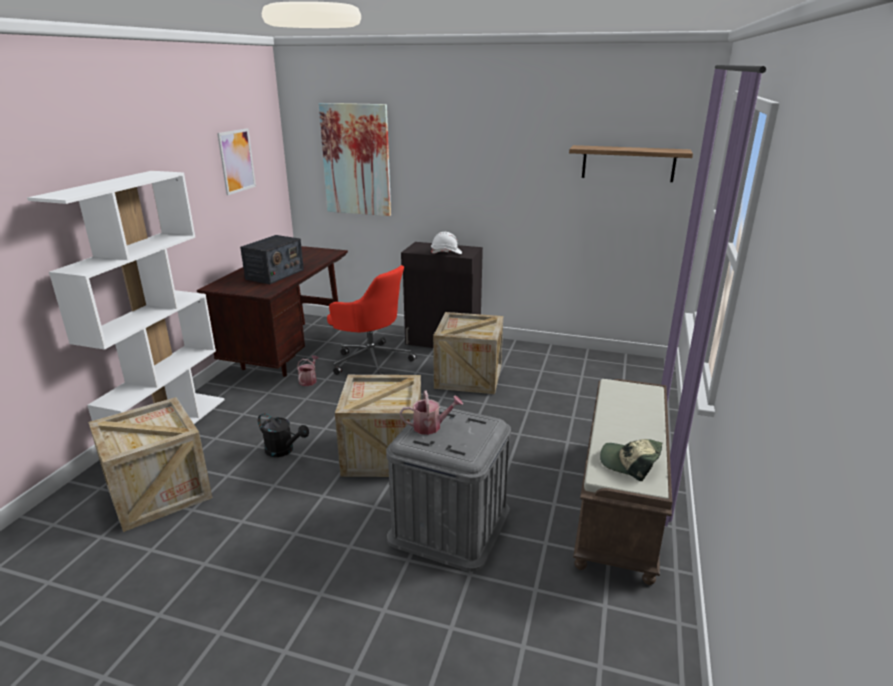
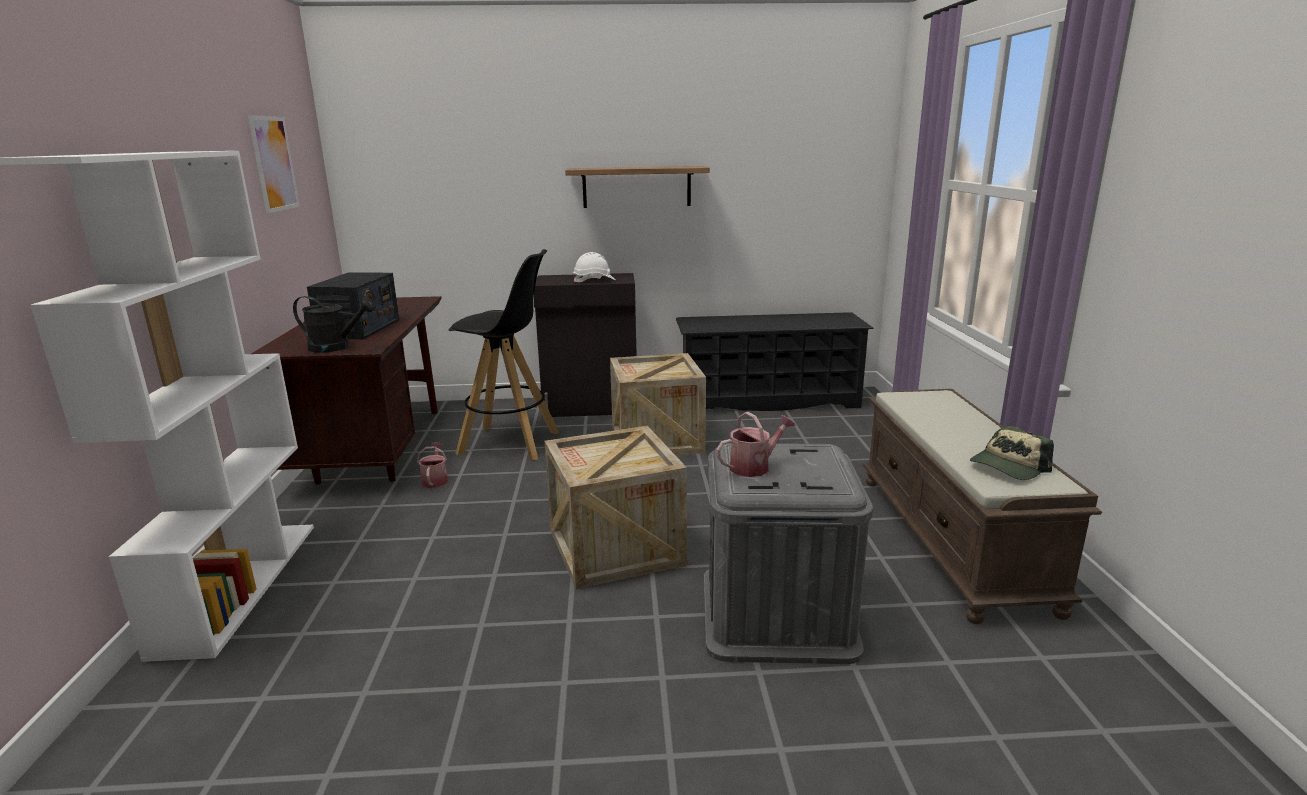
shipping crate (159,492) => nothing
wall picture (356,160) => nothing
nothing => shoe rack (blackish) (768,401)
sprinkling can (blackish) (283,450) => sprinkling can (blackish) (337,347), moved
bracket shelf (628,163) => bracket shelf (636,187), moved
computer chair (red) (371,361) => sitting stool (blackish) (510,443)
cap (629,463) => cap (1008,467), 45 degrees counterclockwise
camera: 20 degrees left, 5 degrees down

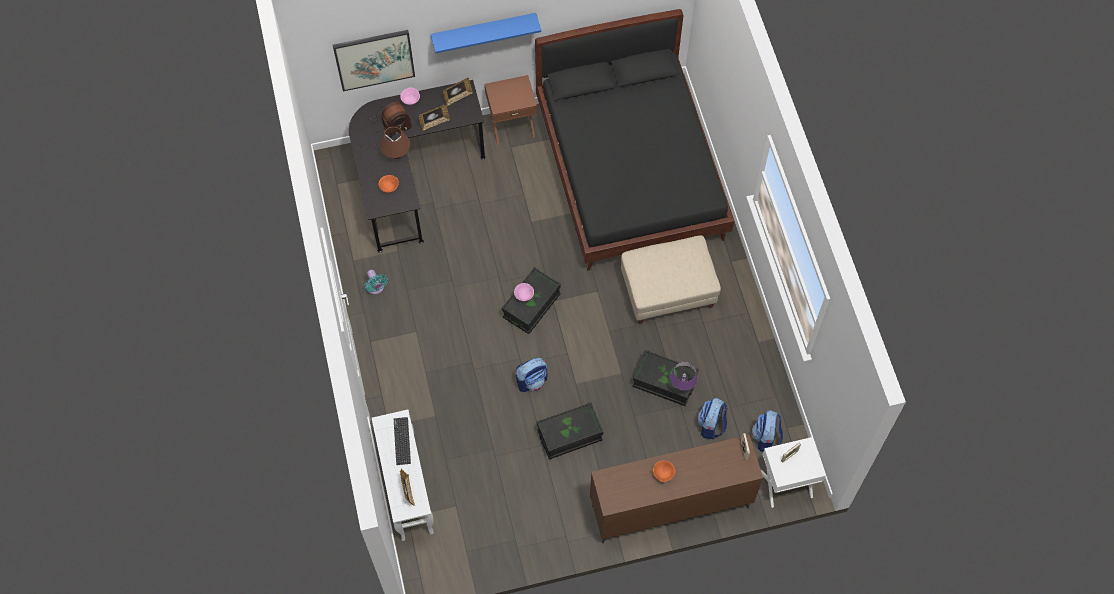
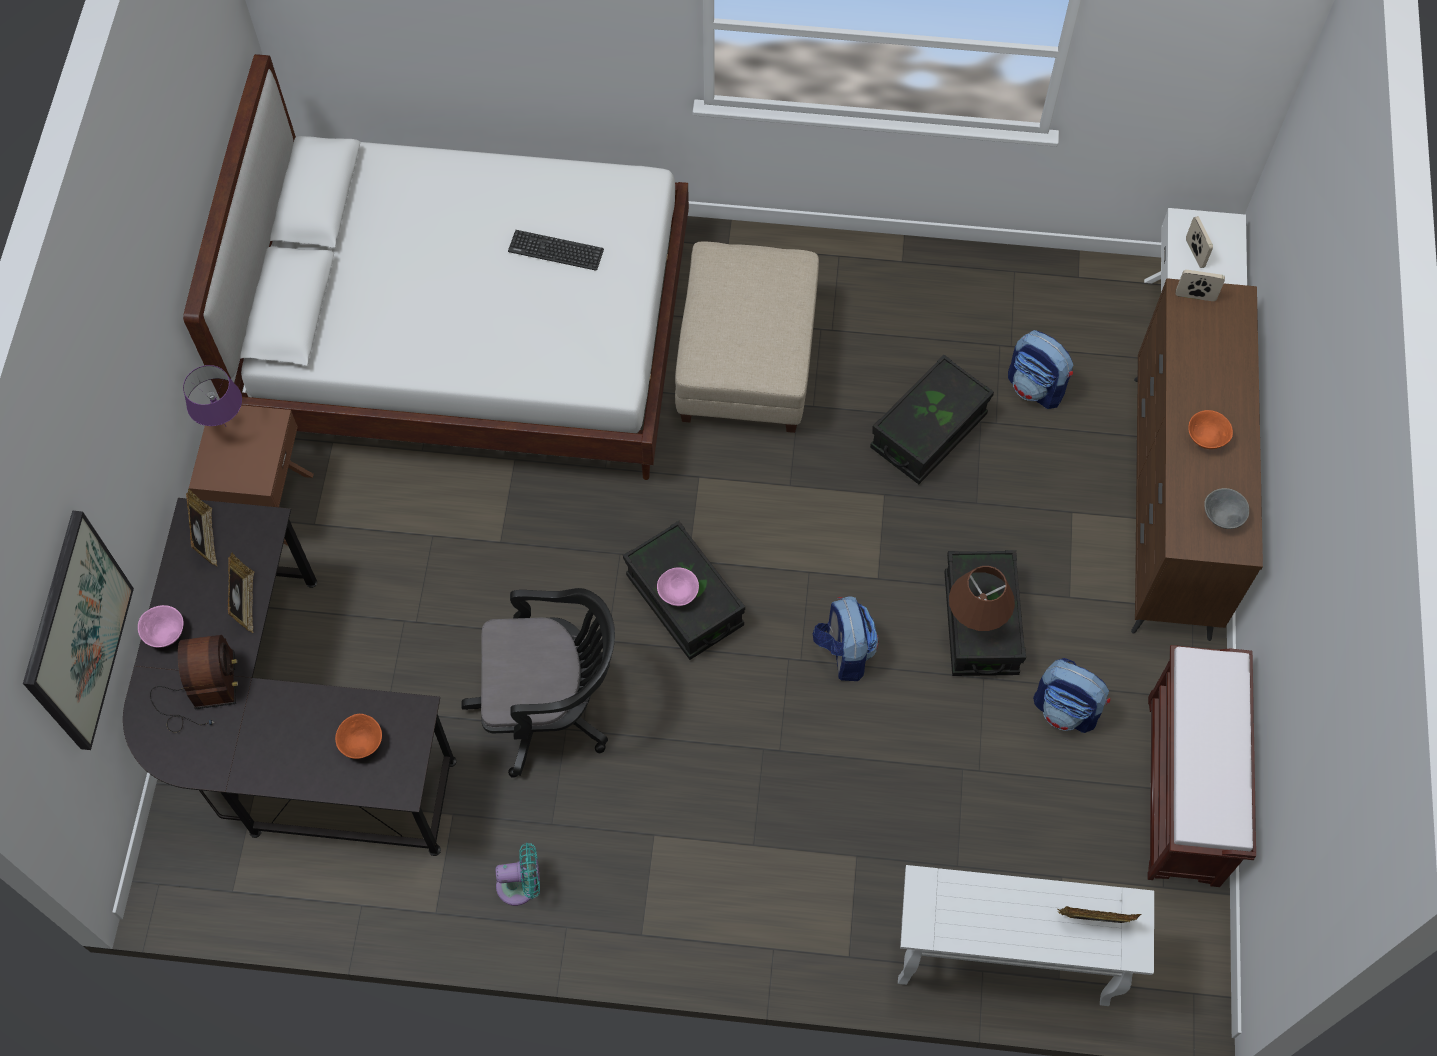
bracket shelf (bluish) (484,30) => nothing
nothing => computer chair (blackish) (551,706)
nothing => long seat (brown) (1184,791)
nothing => deep dish (greyish) (1221,518)
lamp for a table (brown) (396,155) => lamp for a table (brown) (976,617), moved
keyboard (402,441) => keyboard (556,250), moved
lamp for a table (purplish) (682,387) => lamp for a table (purplish) (226,427), moved
knapsack (766,438) => knapsack (1066,709), moved
bedroom bed (blackish) (631,172) => bedroom bed (white) (471,337)
camera: 70 degrees left, 0 degrees up

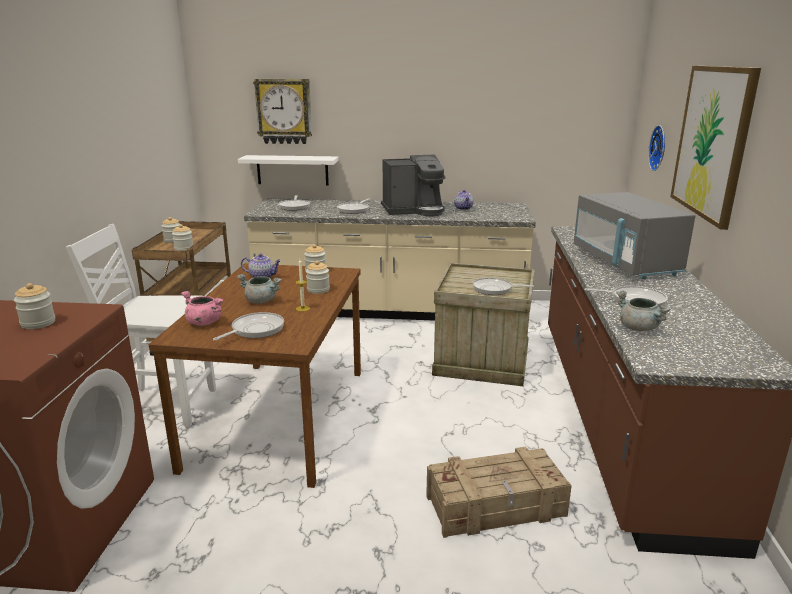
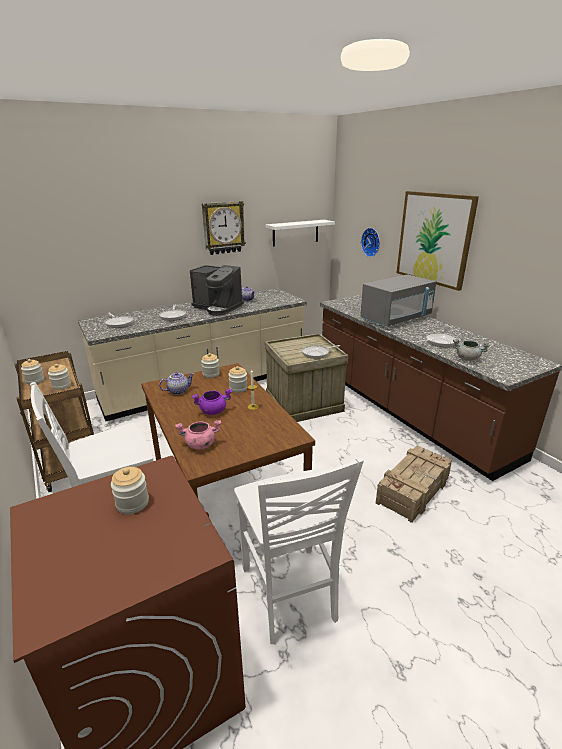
skillet (255,330) => nothing
nothing => chair (white) (289,594)
bracket shelf (white) (292,170) => bracket shelf (white) (295,232), moved
clock on the wall (284,111) => clock on the wall (223,228), moved
cooking pot (greyish) (261,301) => cooking pot (purplish) (213,411)
coffee machine (414,210) => coffee machine (218,308), 75 degrees clockwise
microwave oven (greyish) (624,262) => microwave oven (greyish) (396,319), 75 degrees counterclockwise
camera: 35 degrees left, 5 degrees up

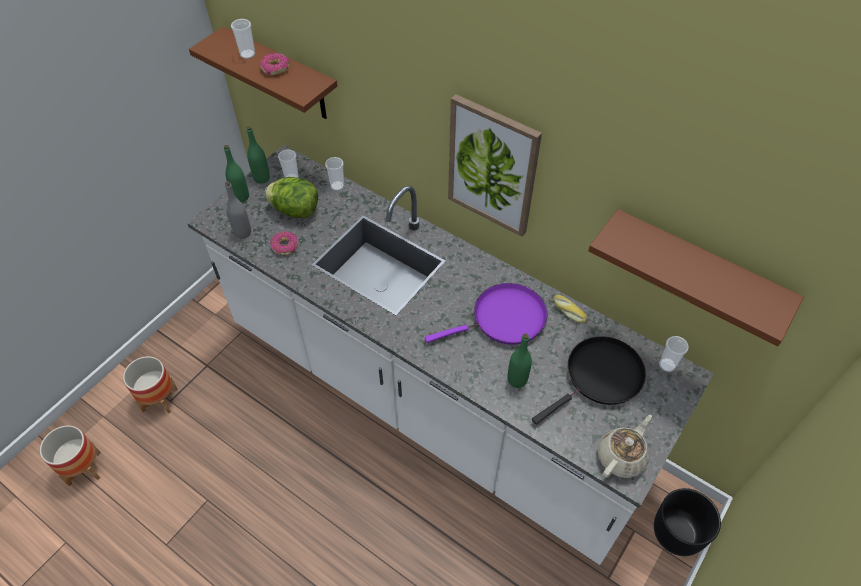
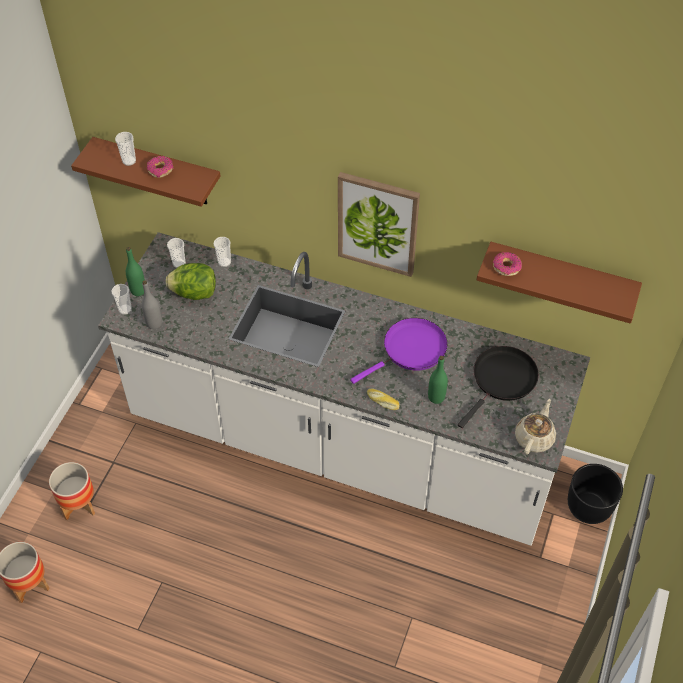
beverage bottle (green-coloured) (262,178) => nothing
doughnut (285,246) => doughnut (506,267), moved
bread (568,311) => bread (382,402), moved
small cup (667,365) => small cup (125,309), moved
camera: 15 degrees left, 0 degrees up

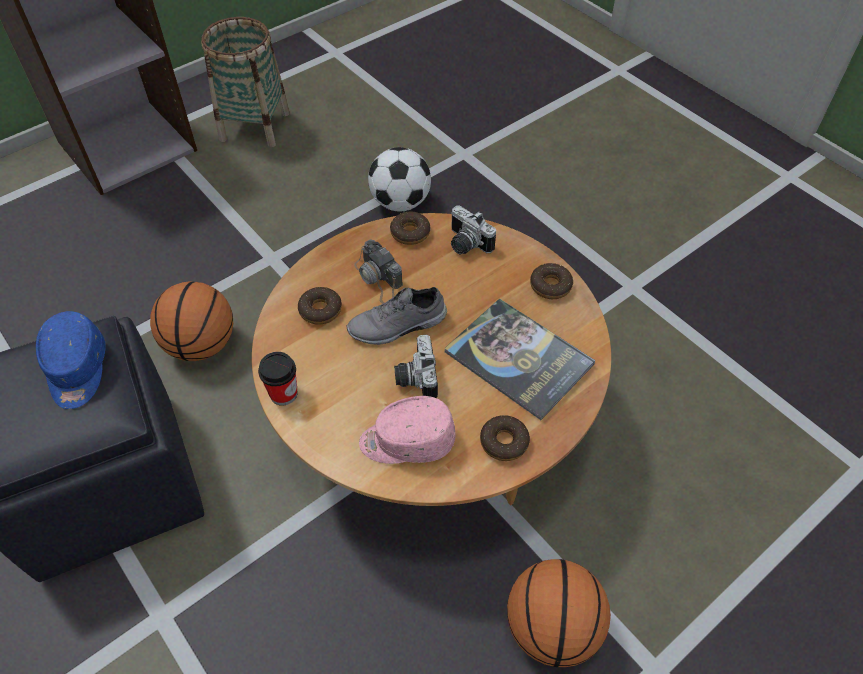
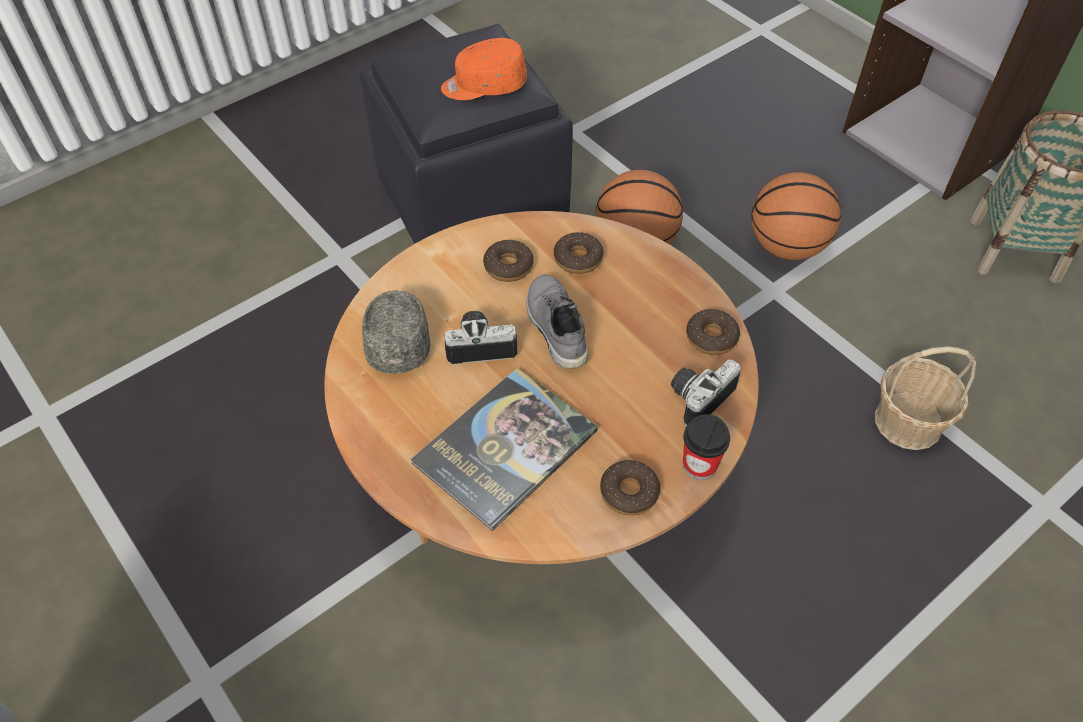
still camera (379,279) => nothing
small cup (283,393) => small cup (699,465), moved
doughnut (504,442) => doughnut (508,266), moved
ball for basketball (551,627) => ball for basketball (787,246), moved
football (400,202) => household basket (908,422)
cap (bluish) (77,370) => cap (orange) (484,86)
cap (pinkish) (407,441) => cap (greyish) (398,338)
camera: 90 degrees right, 0 degrees up

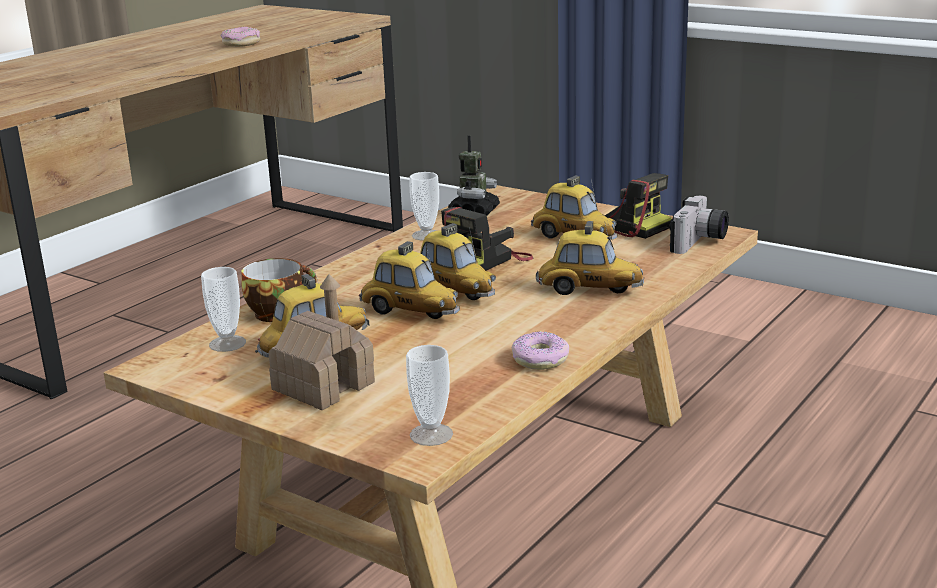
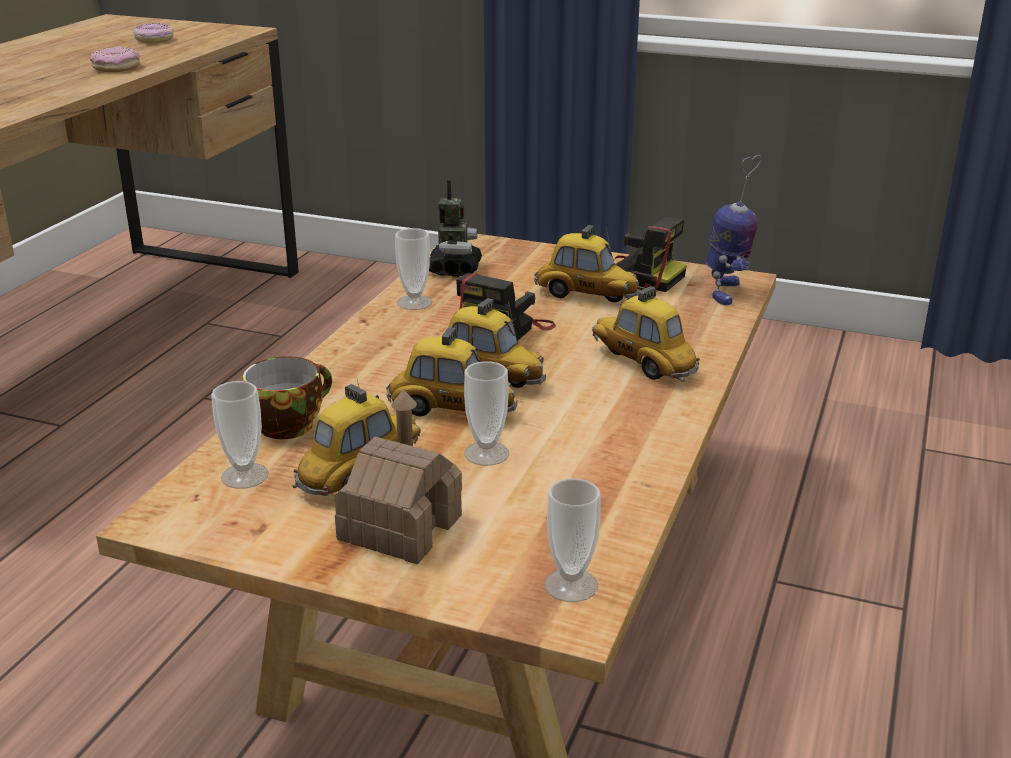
nothing => small cup (486,453)
doughnut (540,359) => doughnut (154,40), moved
still camera (700,242) => toy robot (726,293)
model car (589,290) => model car (642,364), 135 degrees counterclockwise
camera: 15 degrees left, 5 degrees up

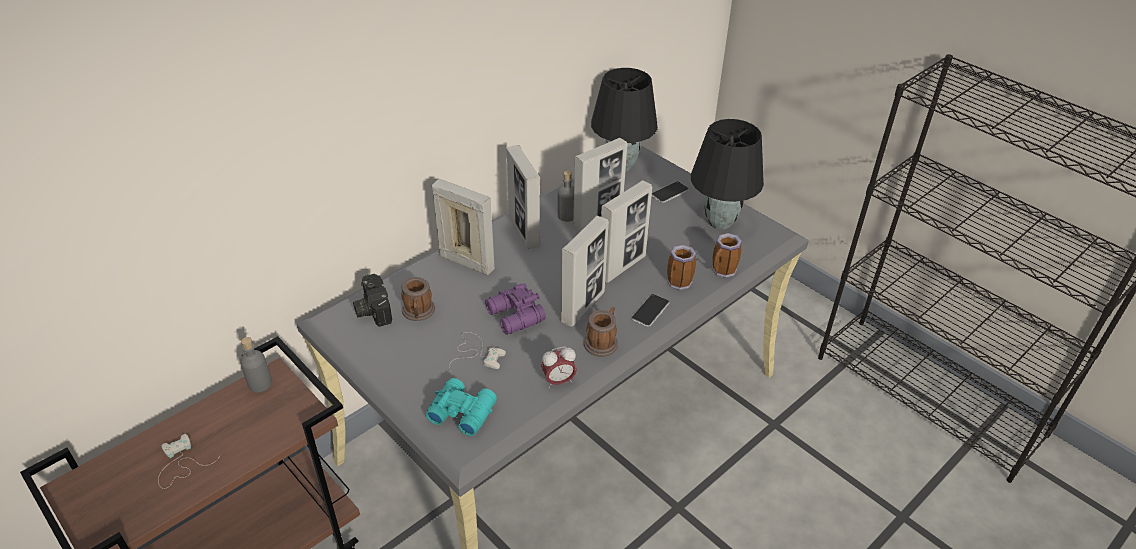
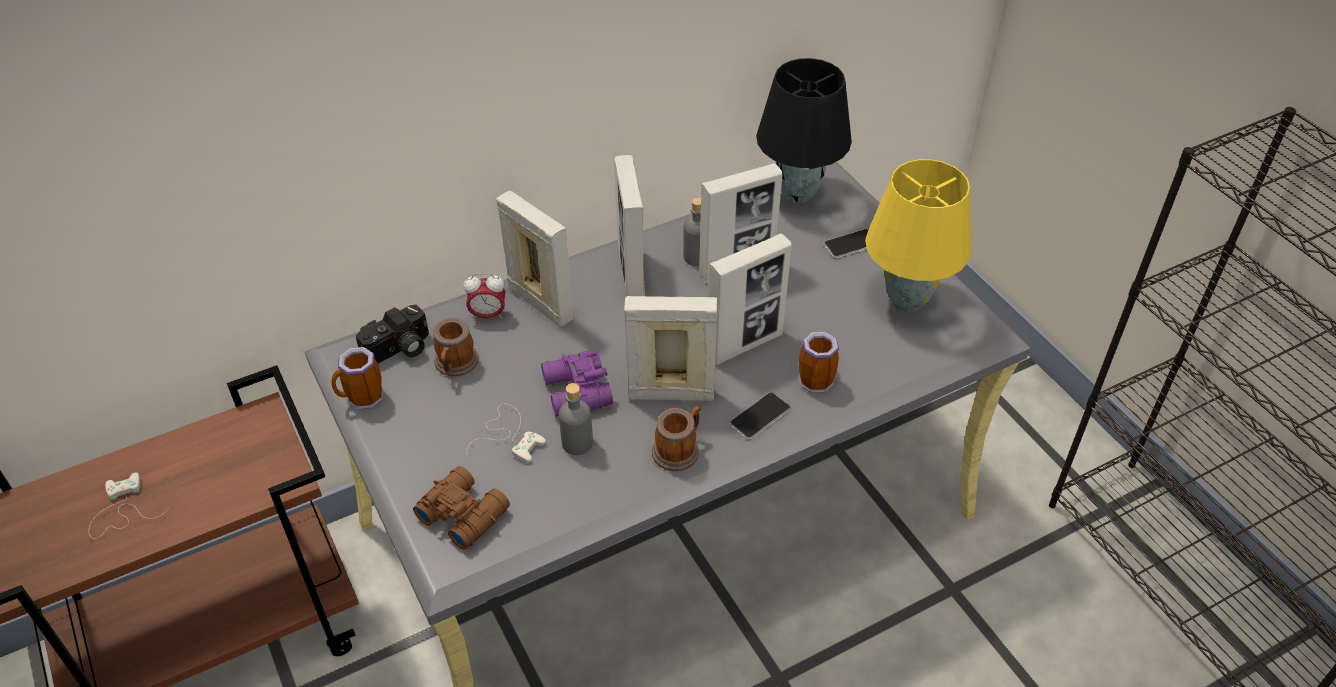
beverage bottle (greyish) (260,384) => beverage bottle (greyish) (577,443), moved
alarm clock (558,381) => alarm clock (488,315), moved
coffee mug (723,272) => coffee mug (363,399), moved
pair of binoculars (turquoise) (461,411) => pair of binoculars (brown) (463,512)
lamp for a table (blackish) (719,222) => lamp for a table (yellow) (906,300)
still camera (372,309) => still camera (399,350), 120 degrees counterclockwise
photo frame (583,307) => photo frame (670,394), 135 degrees counterclockwise
camera: 15 degrees right, 5 degrees up

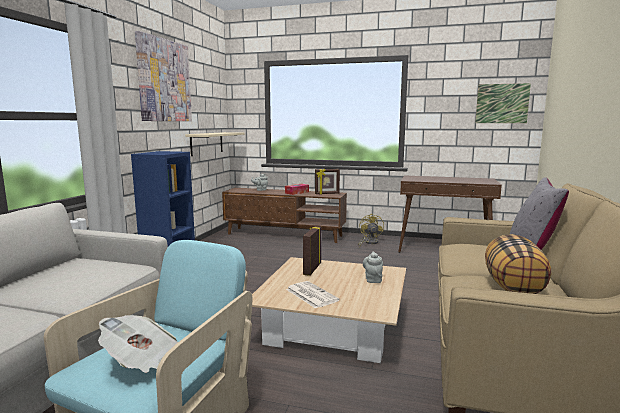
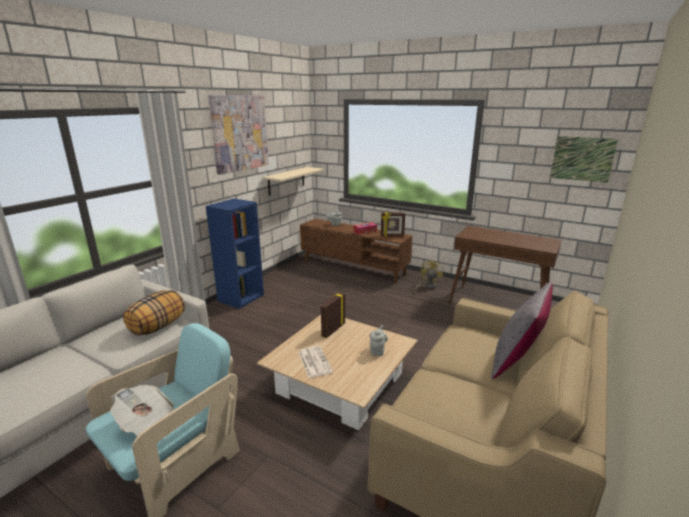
pillow (514,287) => pillow (158,327), moved
camera: 15 degrees right, 10 degrees up

